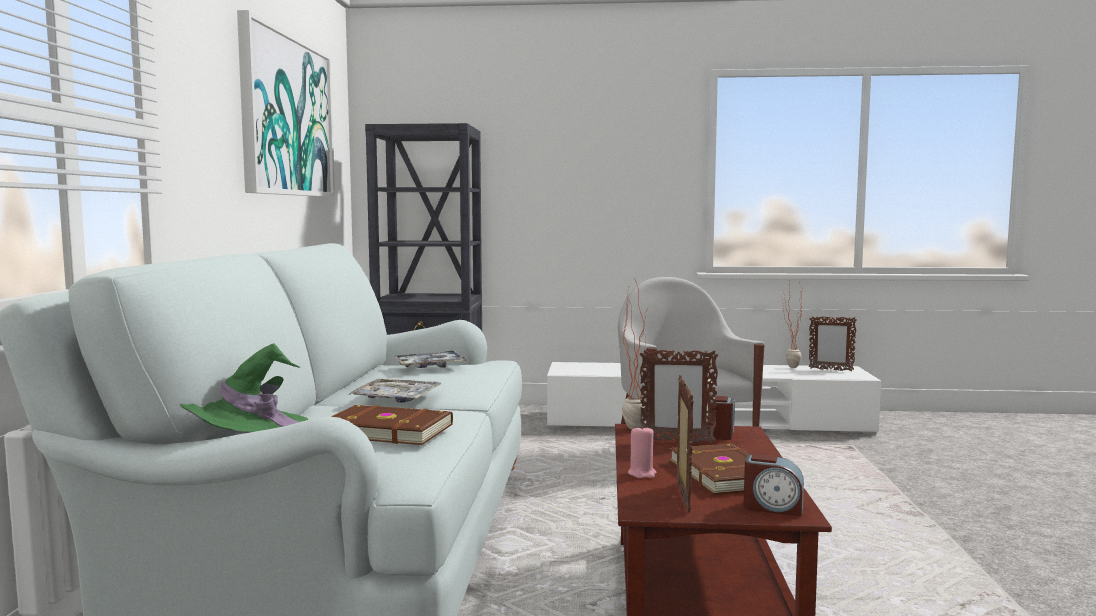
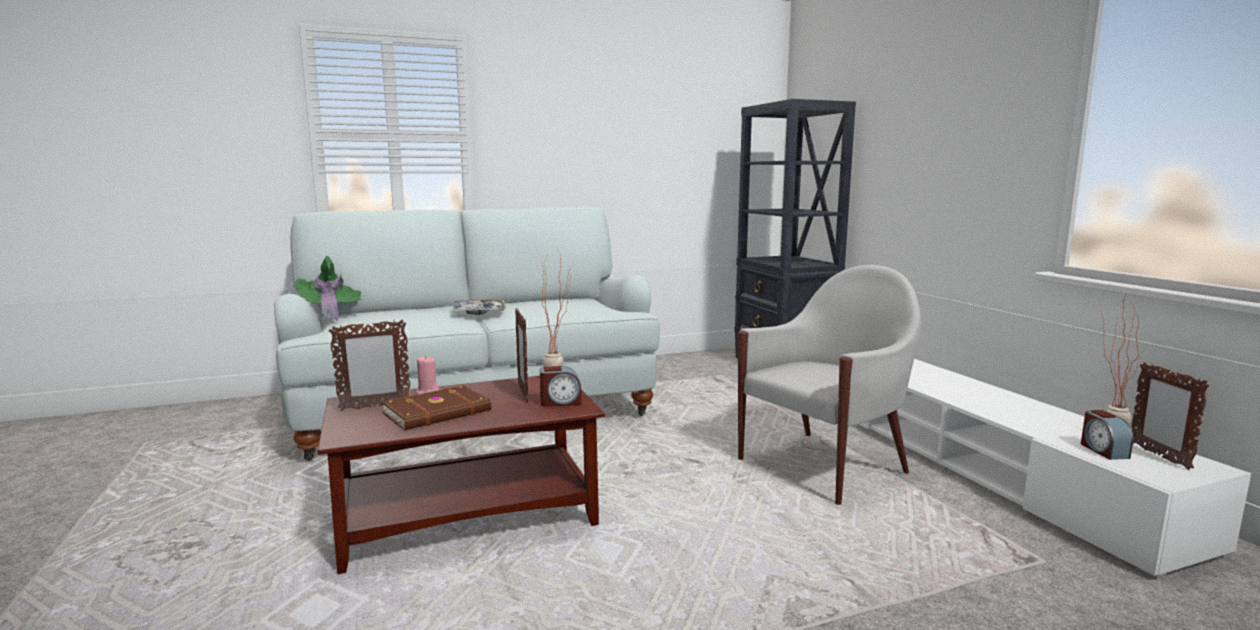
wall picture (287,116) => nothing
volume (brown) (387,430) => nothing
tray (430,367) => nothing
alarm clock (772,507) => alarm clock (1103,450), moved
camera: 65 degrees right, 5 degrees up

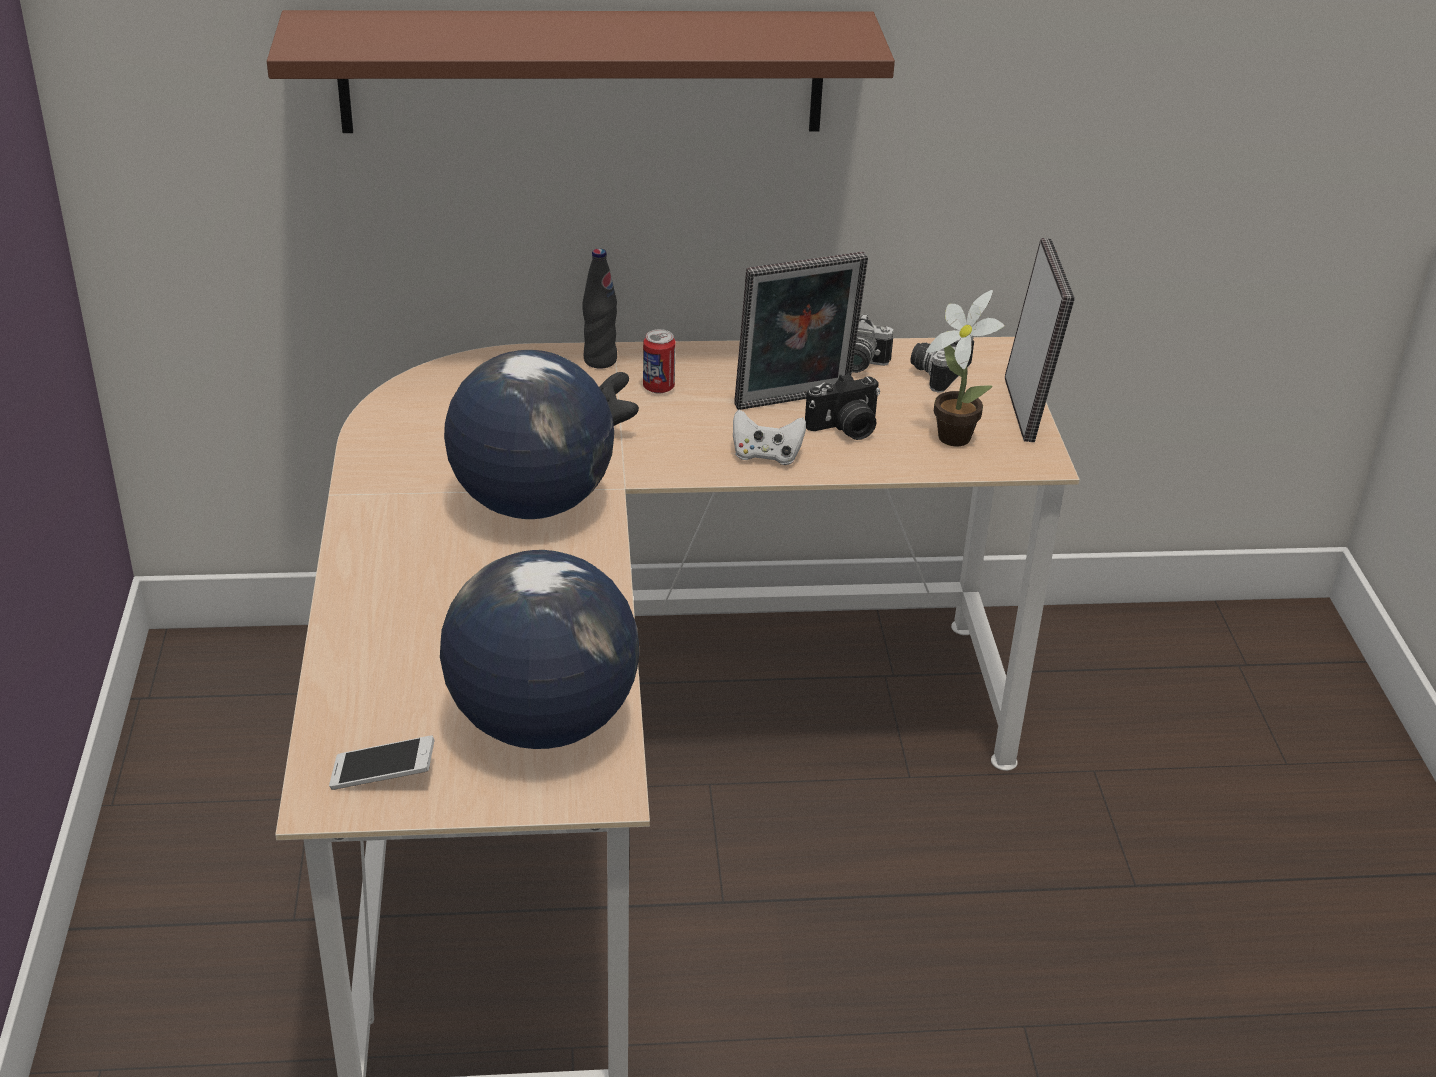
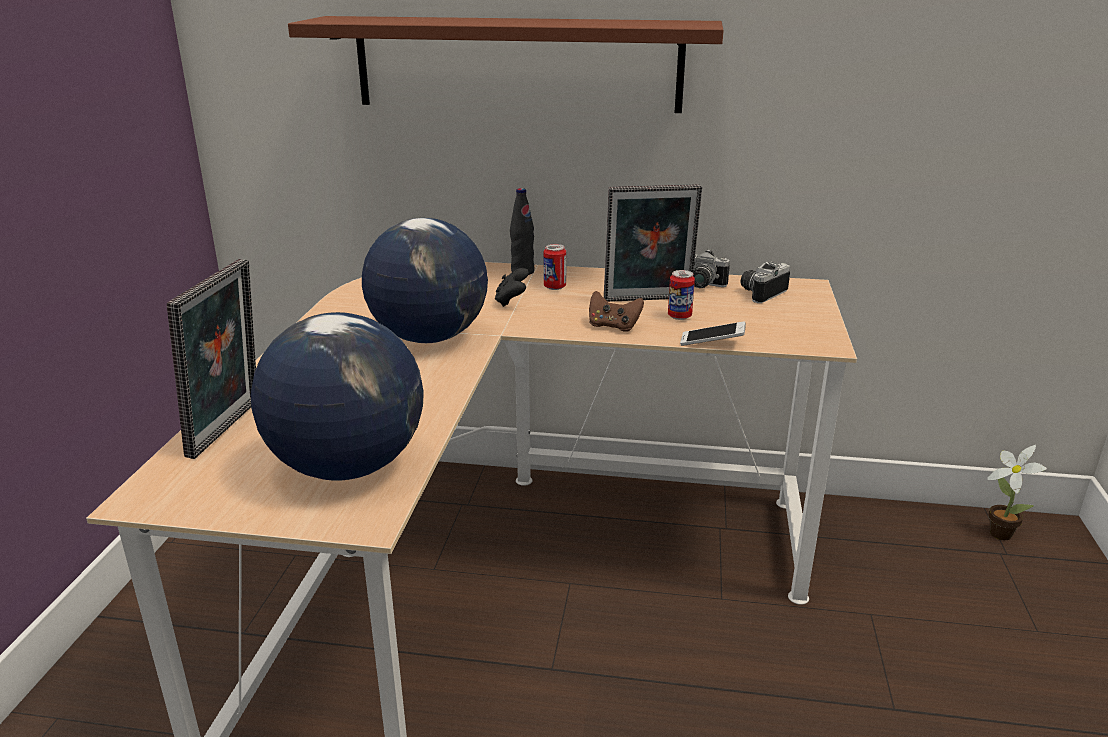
phone (383,775) => phone (712,343), moved
houseplant (953,434) => houseplant (999,531), moved
photo frame (1027,409) => photo frame (230,428), moved
still camera (845,428) => can (679,316)
game controller (white) (766,455) => game controller (brown) (613,326)
camera: 15 degrees right, 10 degrees down

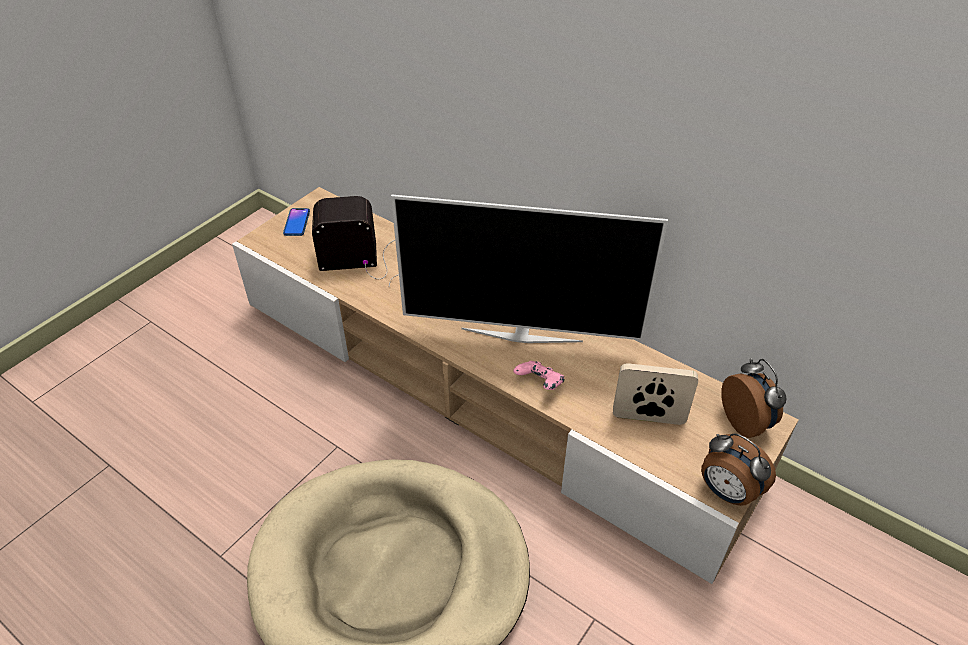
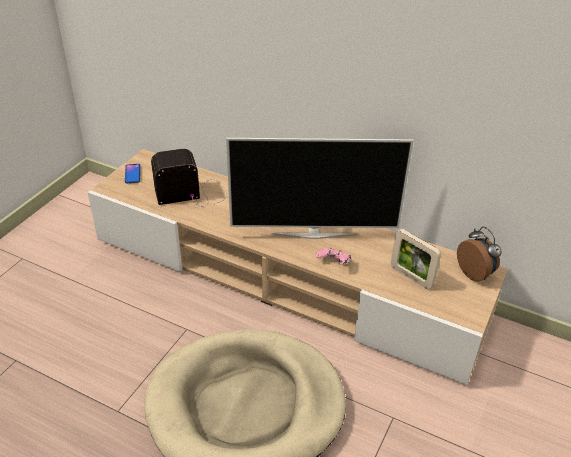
alarm clock (727,492) => nothing
photo frame (648,418) => photo frame (411,277), 135 degrees counterclockwise
camera: 10 degrees left, 5 degrees down

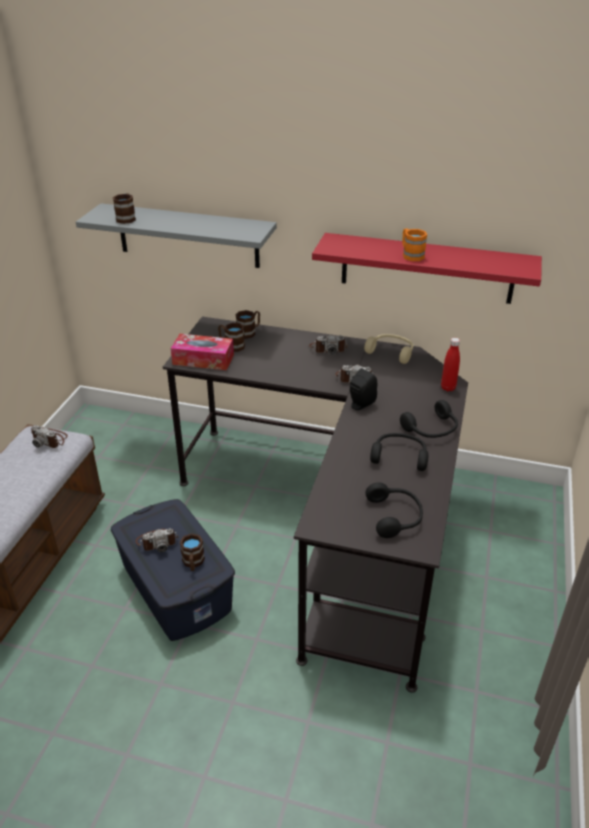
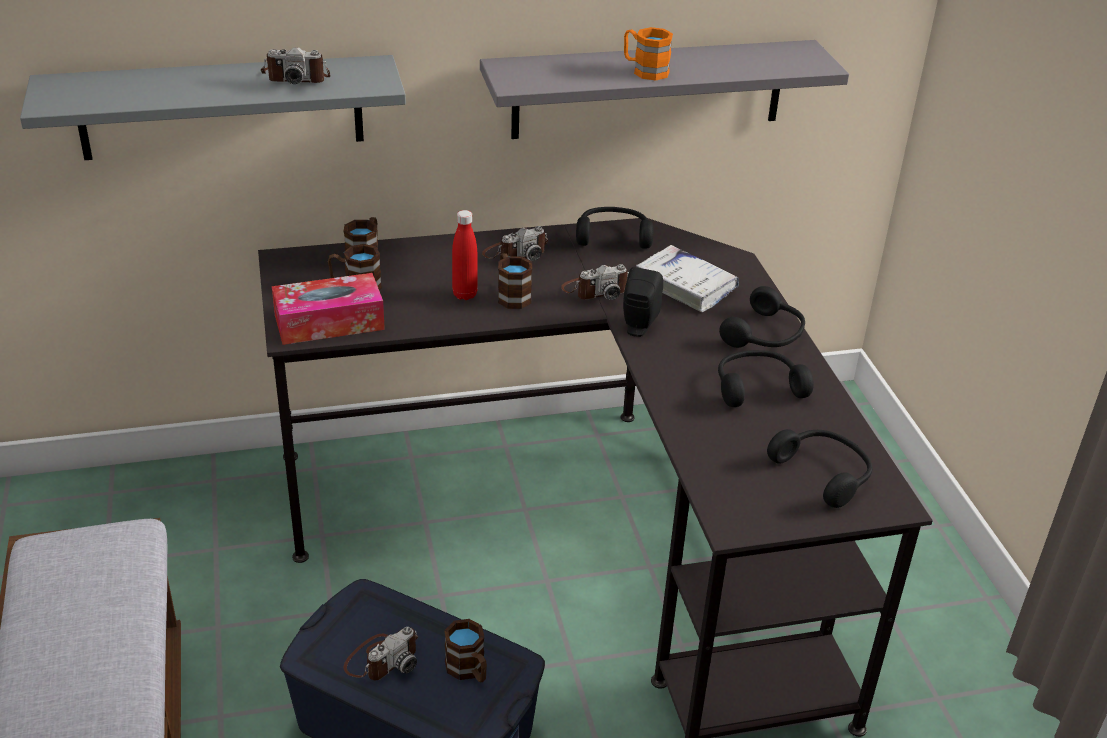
nothing => volume (white) (686,286)
still camera (50,439) => still camera (296,77), moved
coffee mug (brown) (127,218) => coffee mug (brown) (511,295), moved
beverage bottle (red) (448,388) => beverage bottle (red) (465,294), moved
bracket shelf (red) (427,268) => bracket shelf (greyish) (648,89)
headset (beige-coloured) (391,352) => headset (blackish) (613,236)
camera: 30 degrees left, 0 degrees up

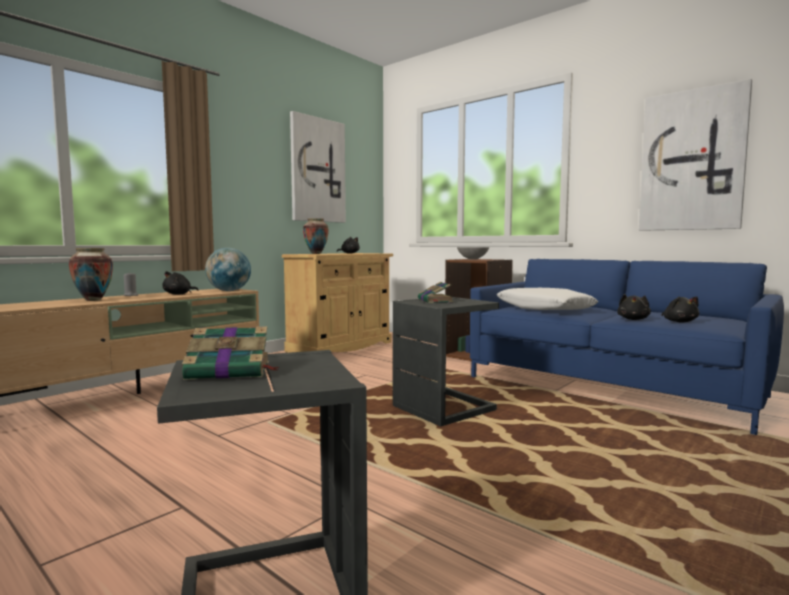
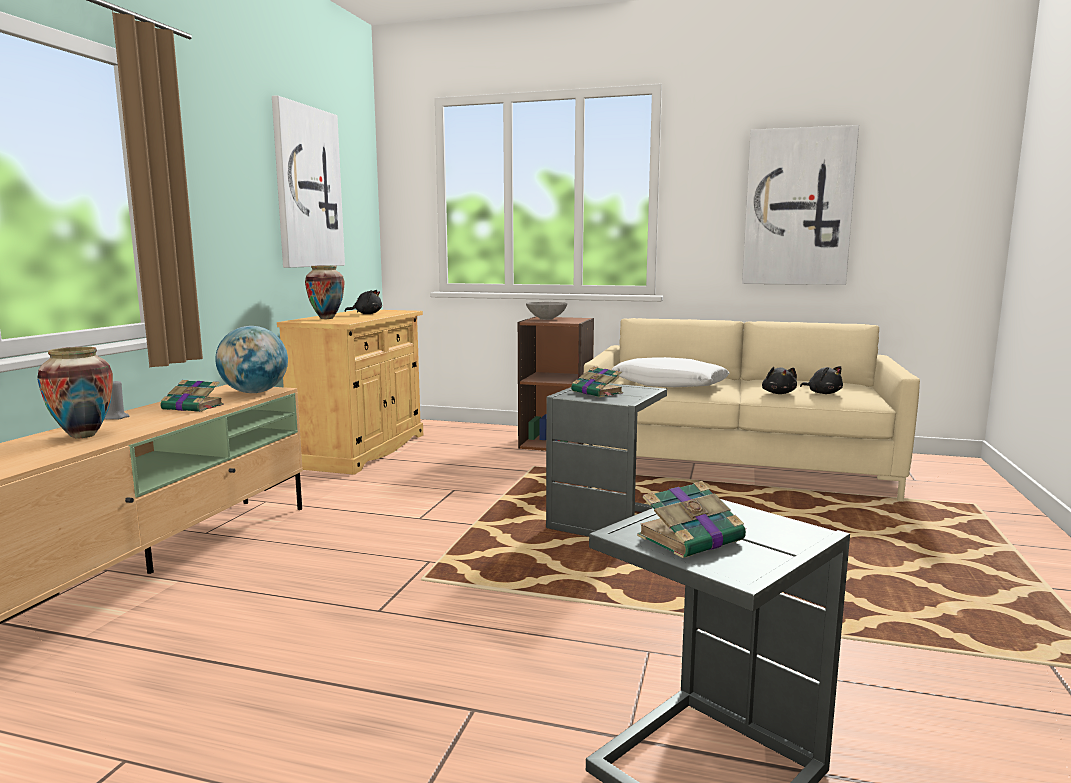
soft toy (blackish) (179,294) => volume (194,407)
couch (bluish) (610,387) => couch (beige-coloured) (736,466)
camera: 25 degrees left, 5 degrees up

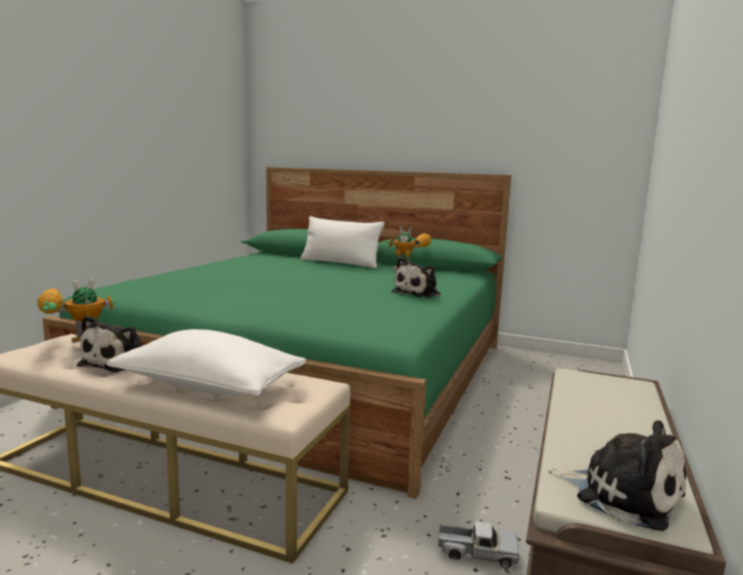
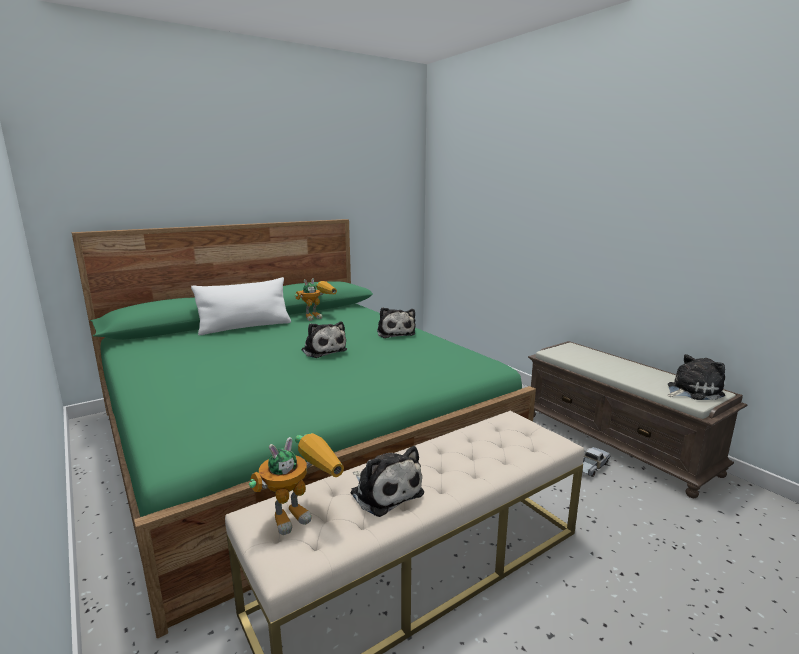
pillow (white) (209,386) => nothing
nothing => soft toy (323,350)
toy robot (75,346) => toy robot (301,512), 135 degrees counterclockwise
camera: 55 degrees left, 5 degrees up

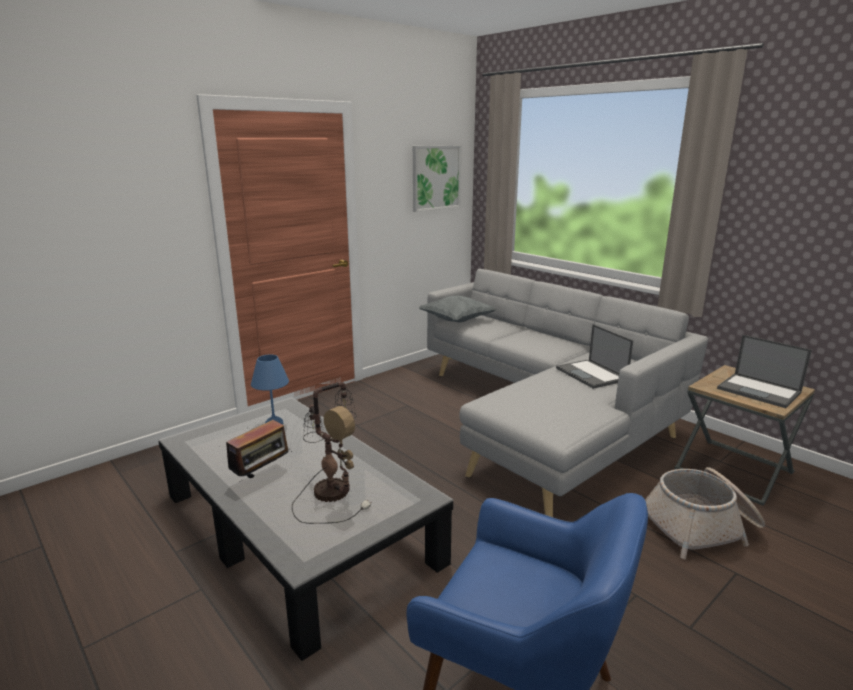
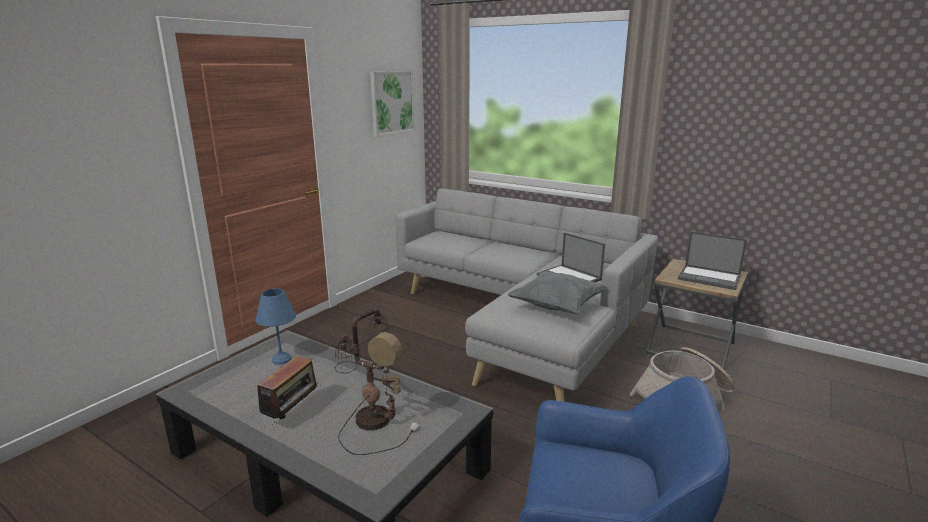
pillow (greyish) (456,321) => pillow (greyish) (556,307), moved
camera: 15 degrees left, 0 degrees up

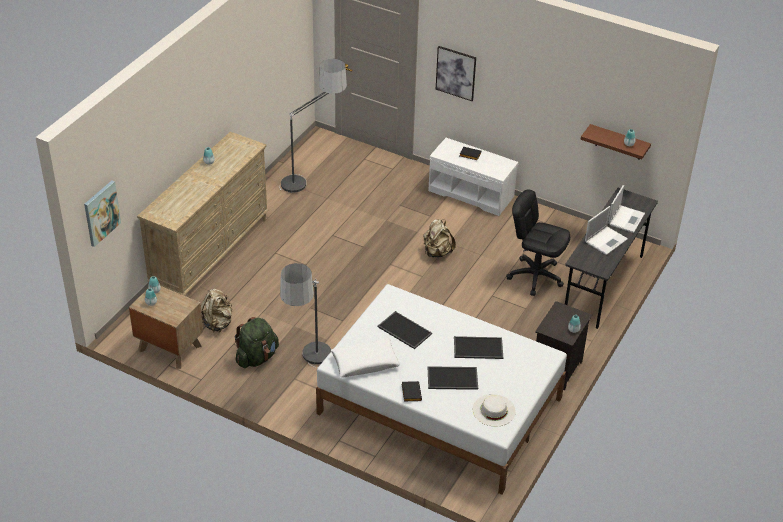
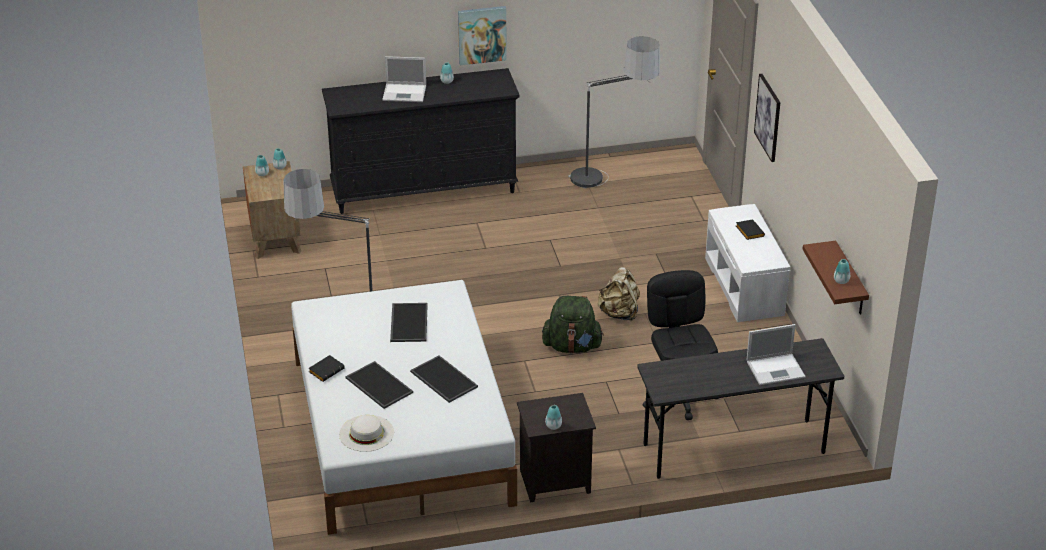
knapsack (beige-coloured) (218,323) => nothing
pillow (white) (365,363) => nothing
wall picture (101,213) => wall picture (482,34), moved
knapsack (green-coloured) (257,357) => knapsack (green-coloured) (572,346), moved
portable computer (606,240) => portable computer (405,93), moved
chest of drawers (beige-coloured) (211,253) => chest of drawers (blackish) (425,190)
camera: 50 degrees right, 5 degrees down

